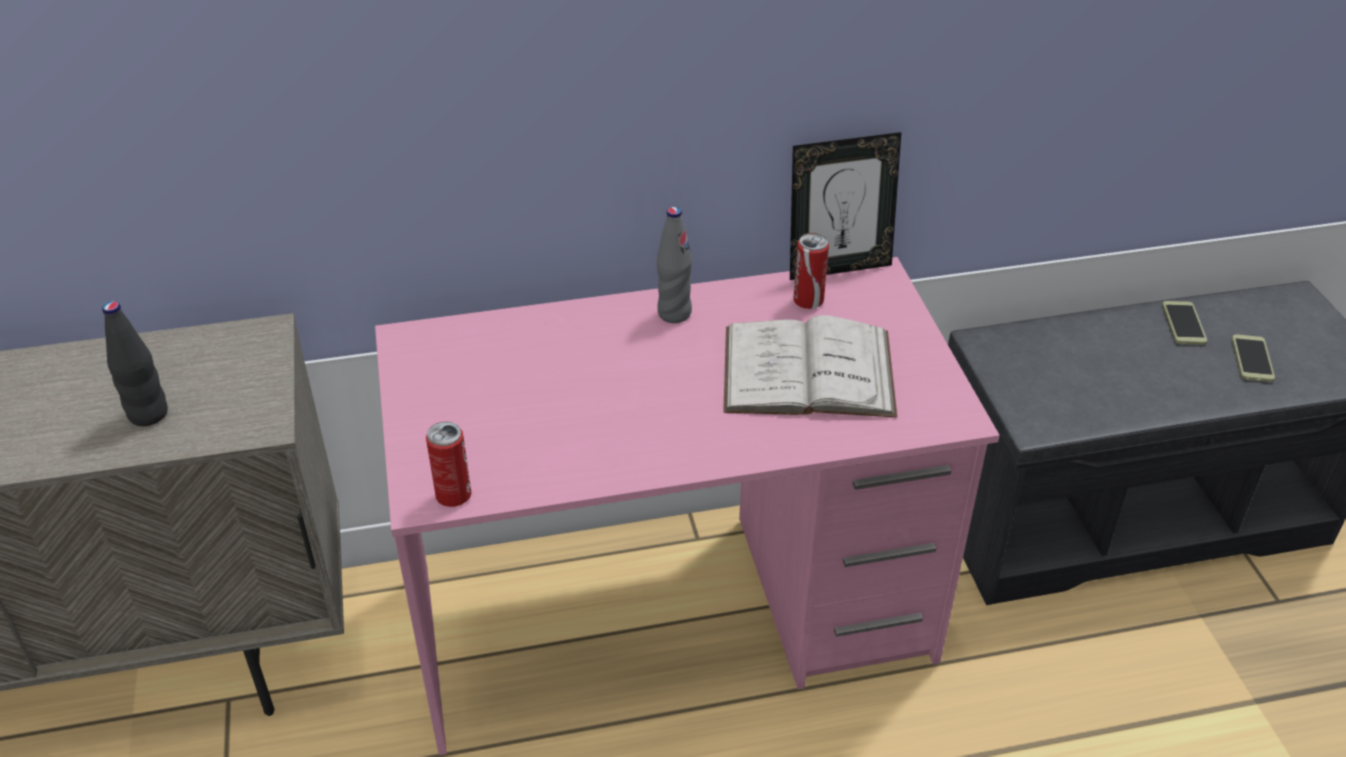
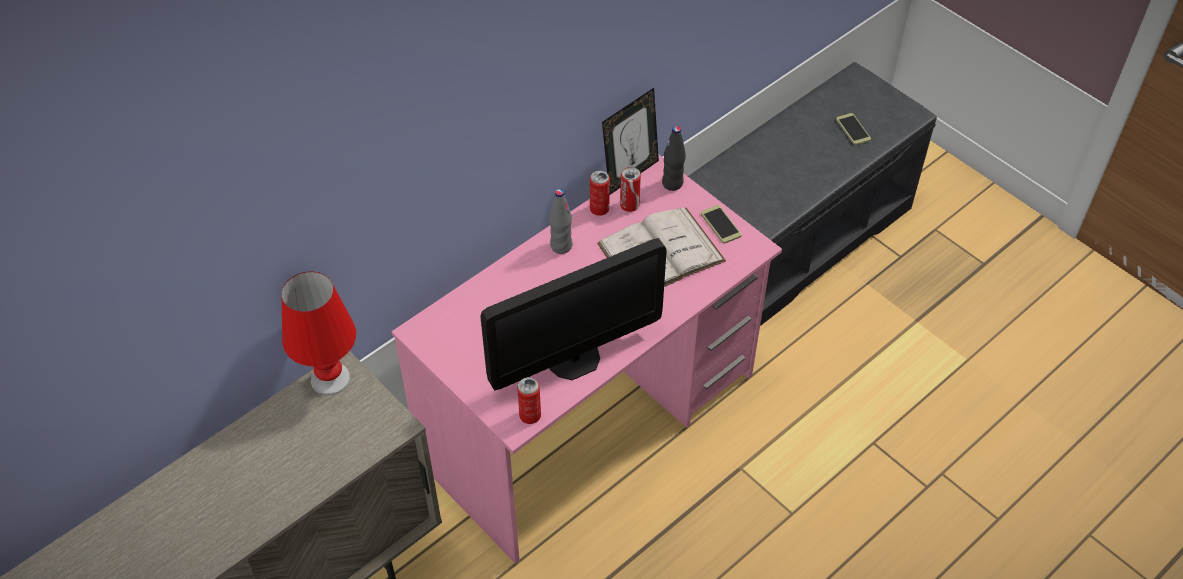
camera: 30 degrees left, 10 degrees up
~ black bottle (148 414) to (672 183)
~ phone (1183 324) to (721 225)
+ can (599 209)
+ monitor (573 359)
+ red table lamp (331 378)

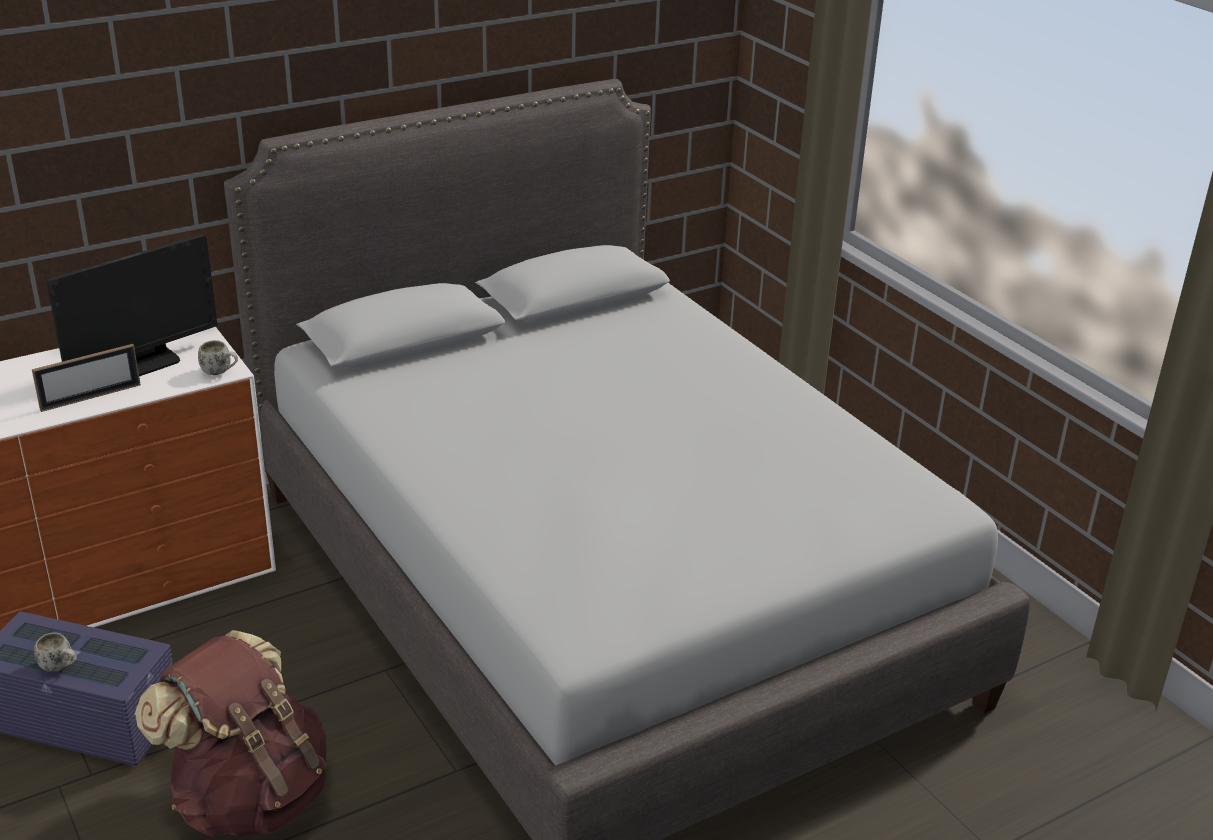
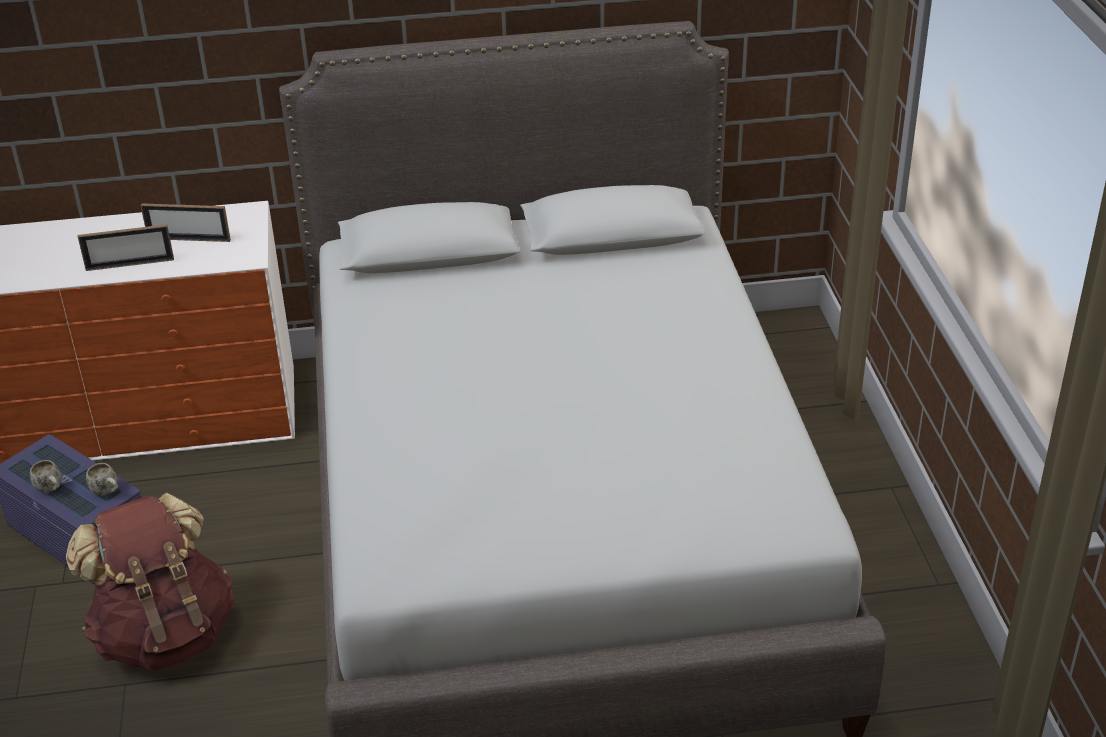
camera: 25 degrees right, 5 degrees up
~ monitor (143 363) to picture frame (189 239)
~ white mug (220 372) to (107 492)

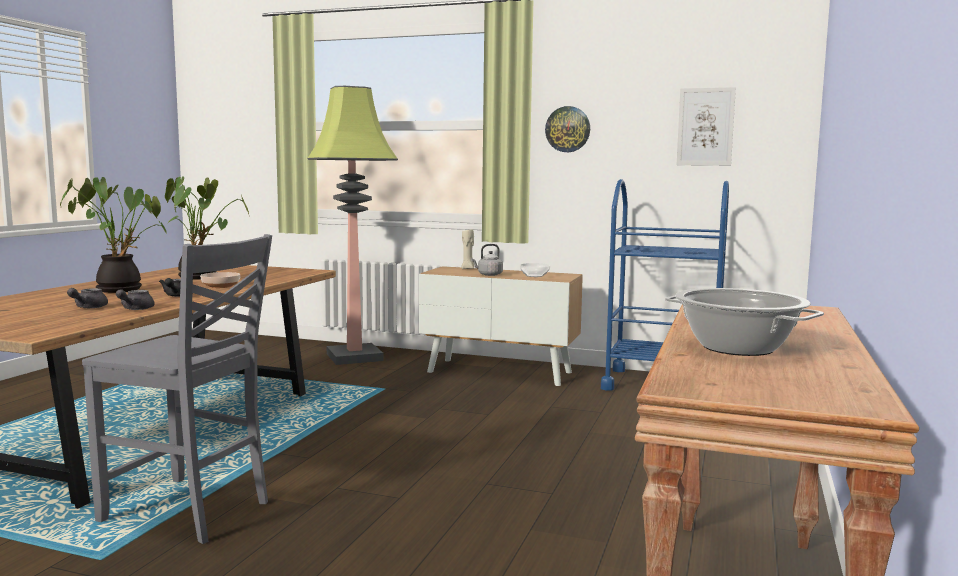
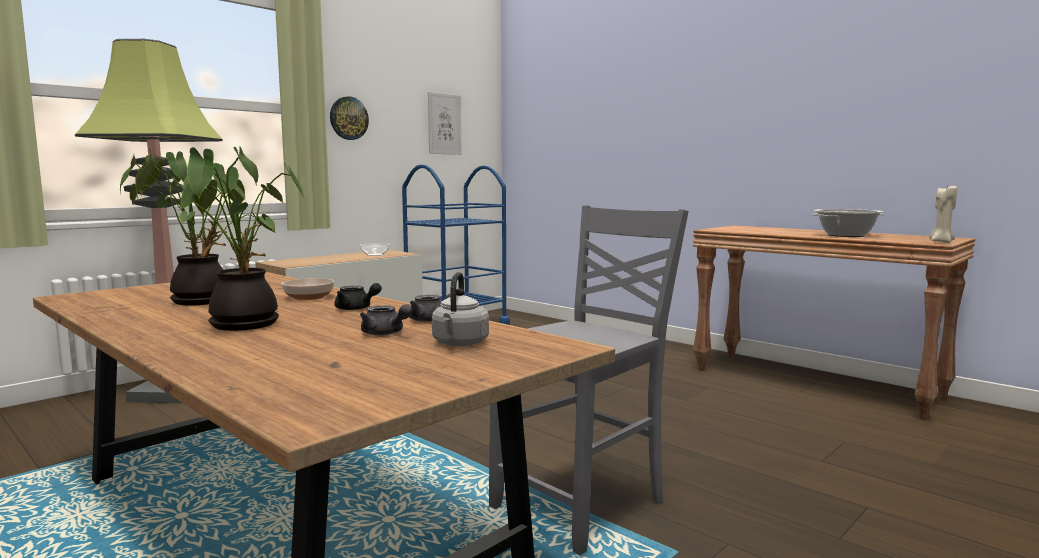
camera: 65 degrees left, 0 degrees up
~ beige candle (468 268) to (941 242)
~ grey kettle (488 275) to (459 344)

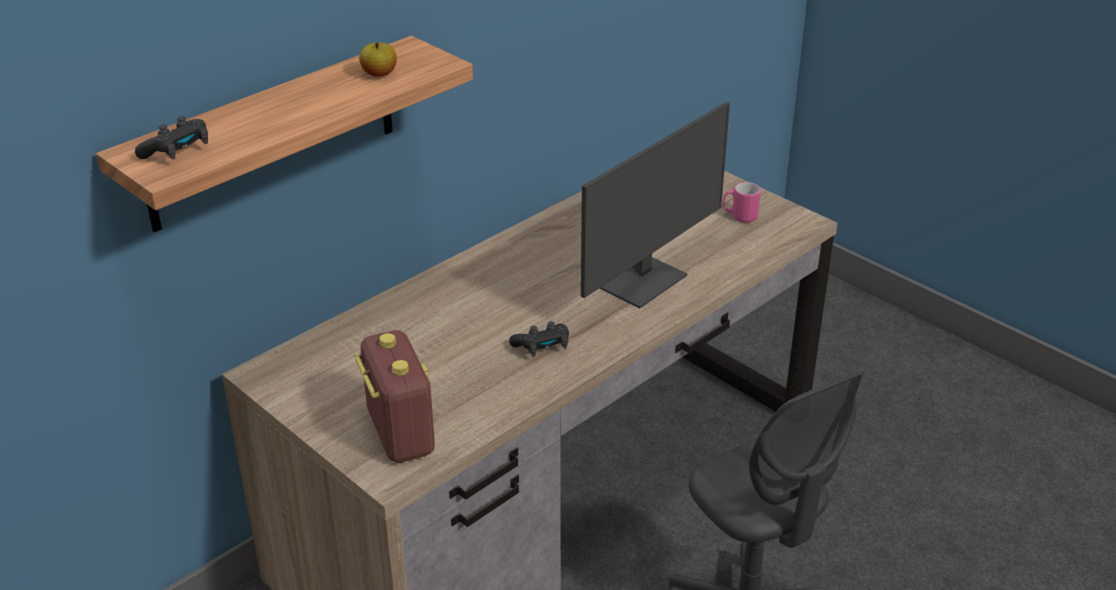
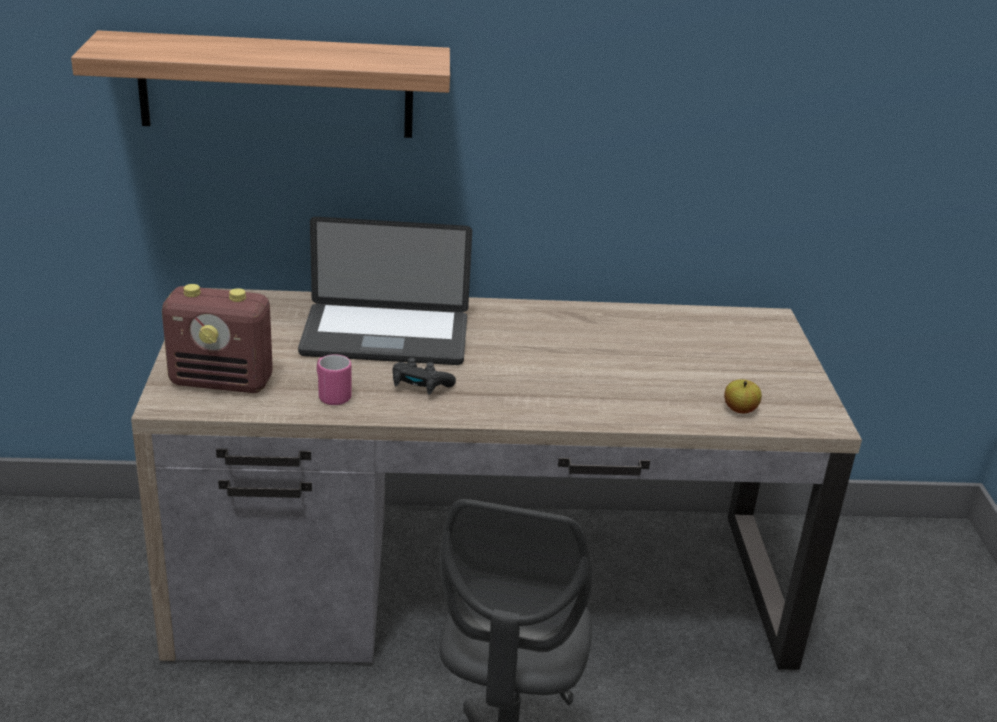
camera: 40 degrees right, 5 degrees down
~ apple (379 74) to (740 410)
- monitor (642 281)
- black game controller (177 152)
~ pink mug (739 216) to (331 395)
~ radio (400 433) = (223 382) 75 degrees clockwise
+ laptop (385 337)

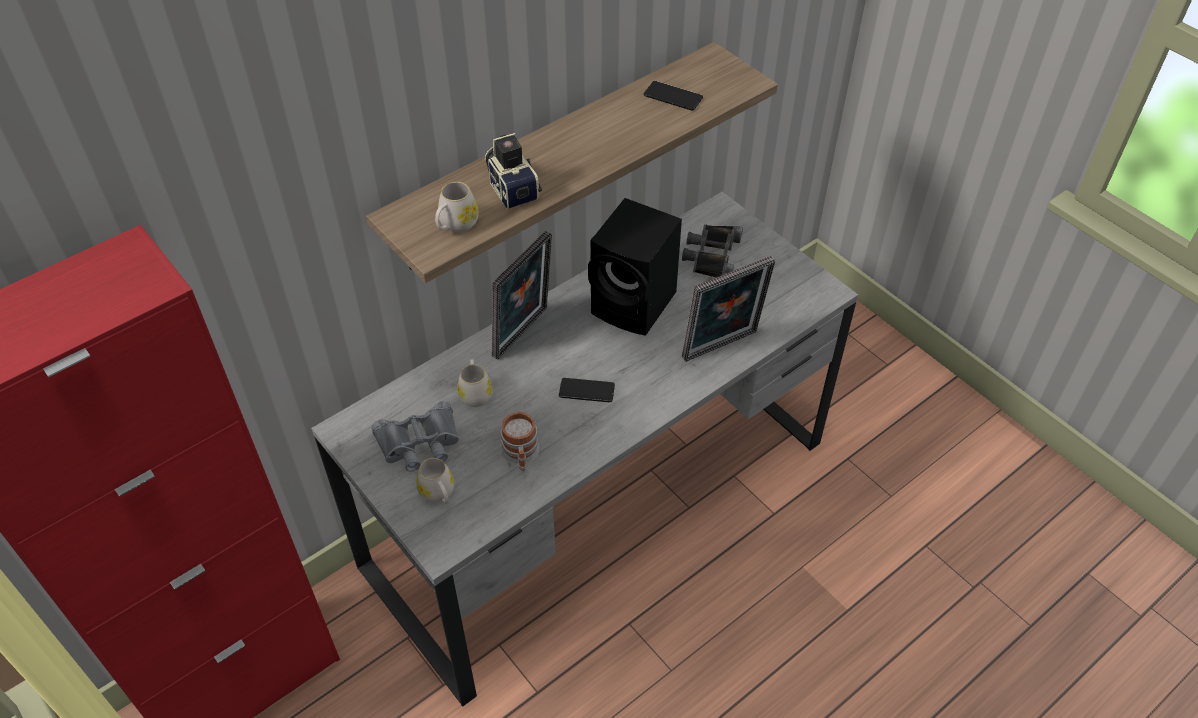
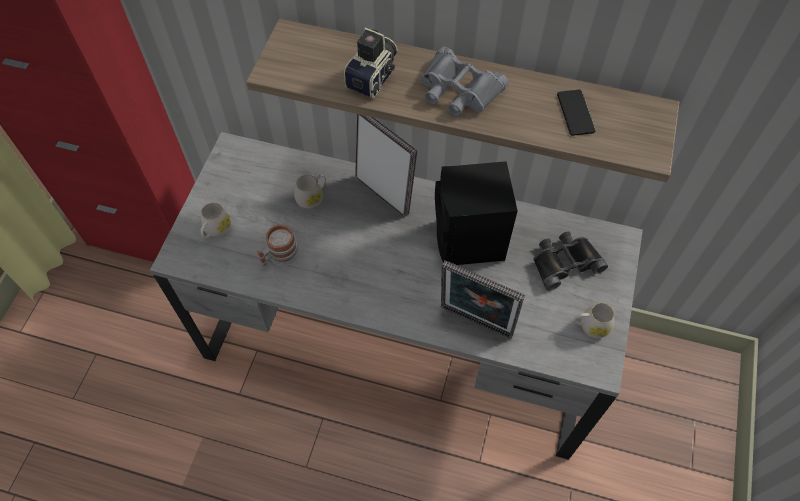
camera: 55 degrees right, 10 degrees up
~ white mug (455 225) to (590 326)
~ picture frame (524 334) = (385 192) 135 degrees counterclockwise
- phone (586 391)
~ grey binoculars (419 443) to (458 90)

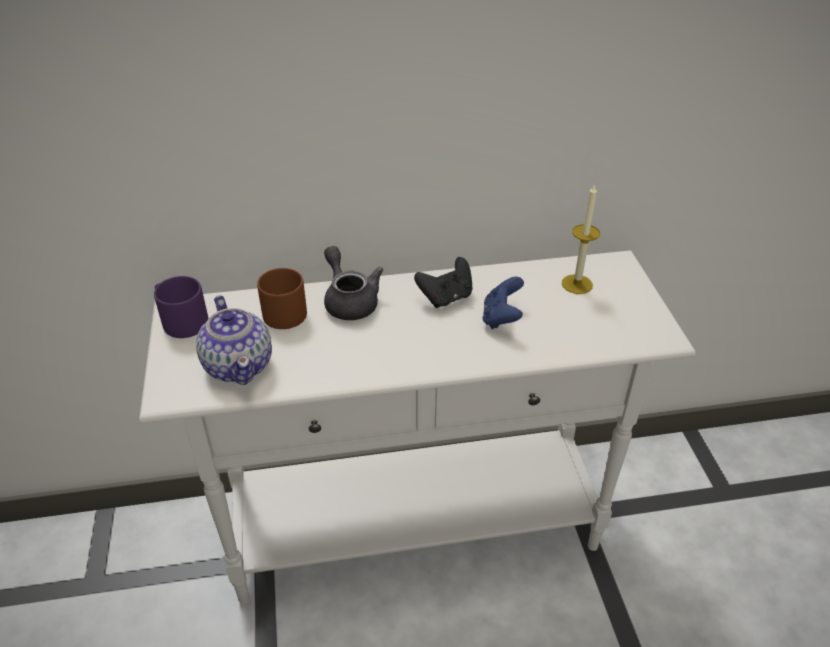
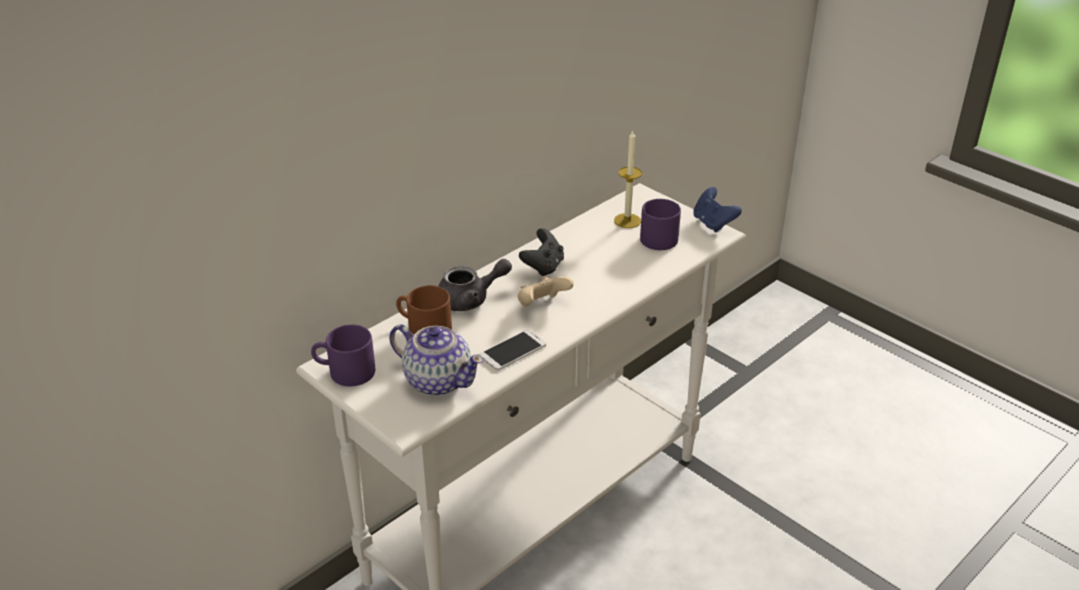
camera: 35 degrees left, 5 degrees down
~ grey teapot (349 300) = (470 299) 135 degrees clockwise
~ blue game controller (501 318) to (713 223)
+ purple mug (662 236)
+ beige game controller (542 305)
+ phone (512 350)

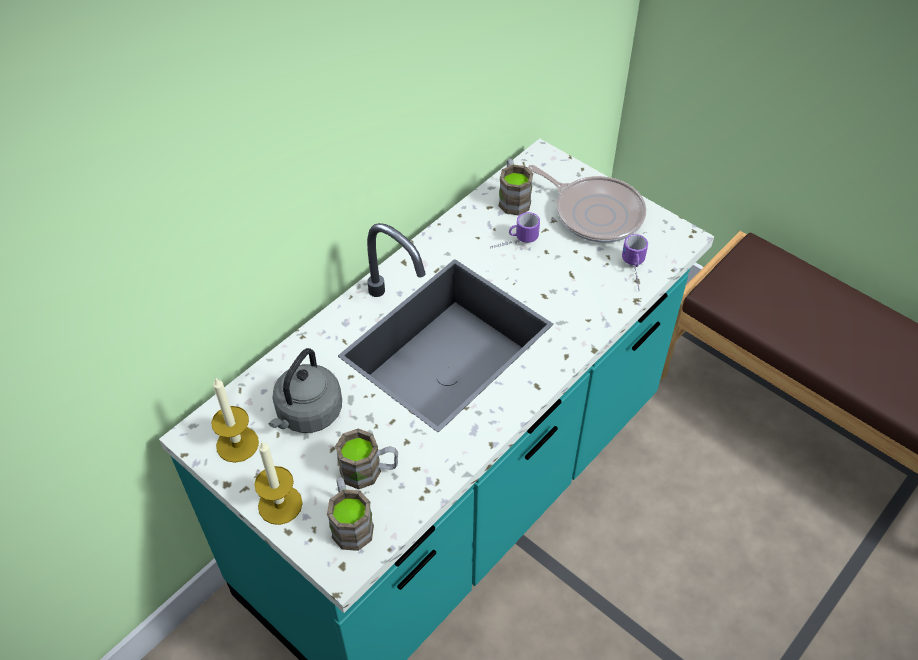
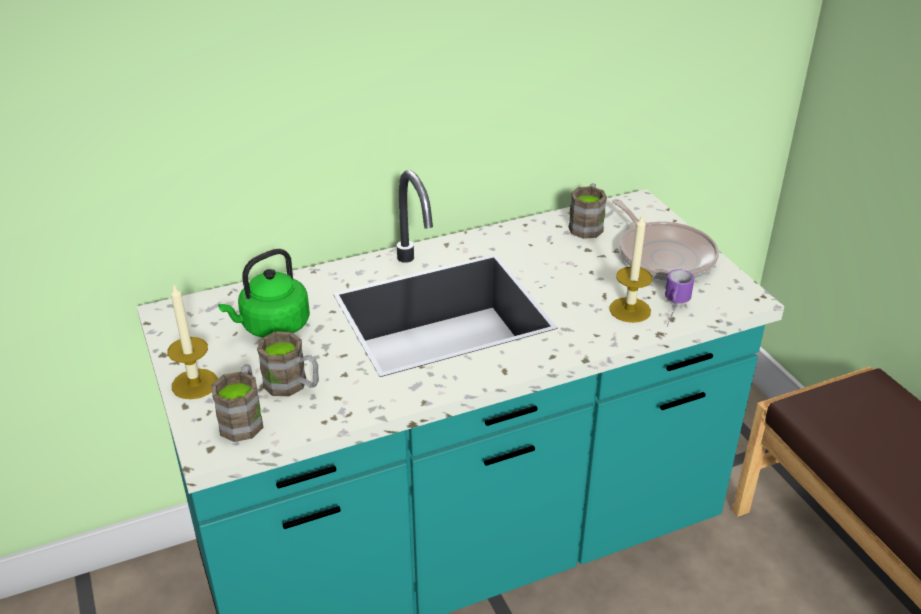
camera: 25 degrees right, 15 degrees down
- mug (513 243)
~ grey kettle (307 414) to green kettle (272 327)
~ candle (237 444) to (630 310)

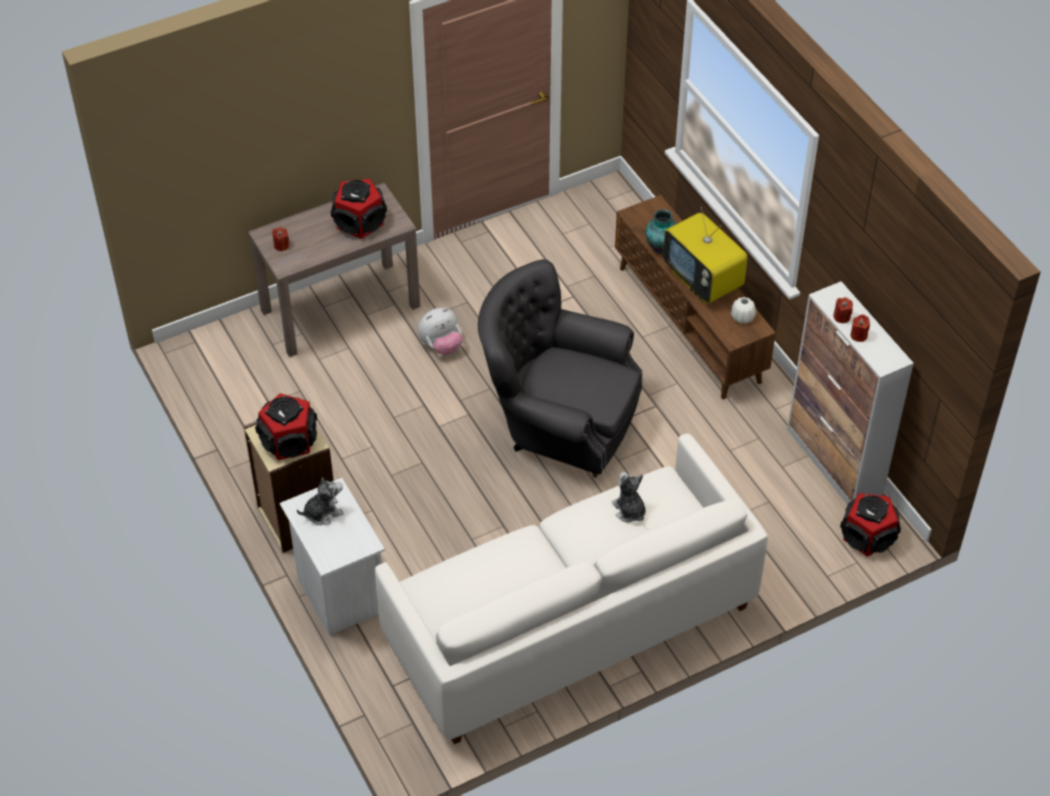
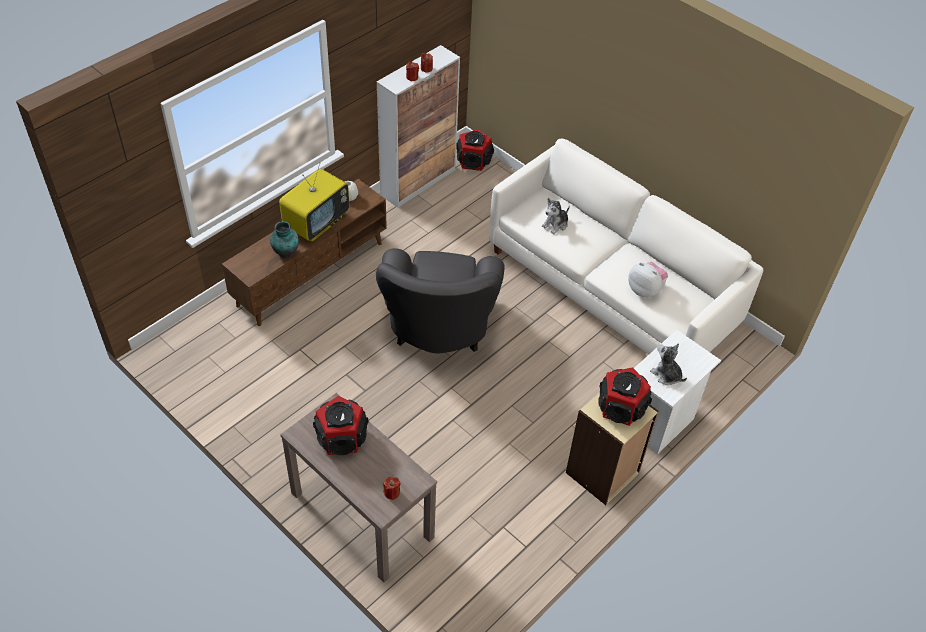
camera: 110 degrees left, 0 degrees up
~ plush toy (441 346) to (645 290)

